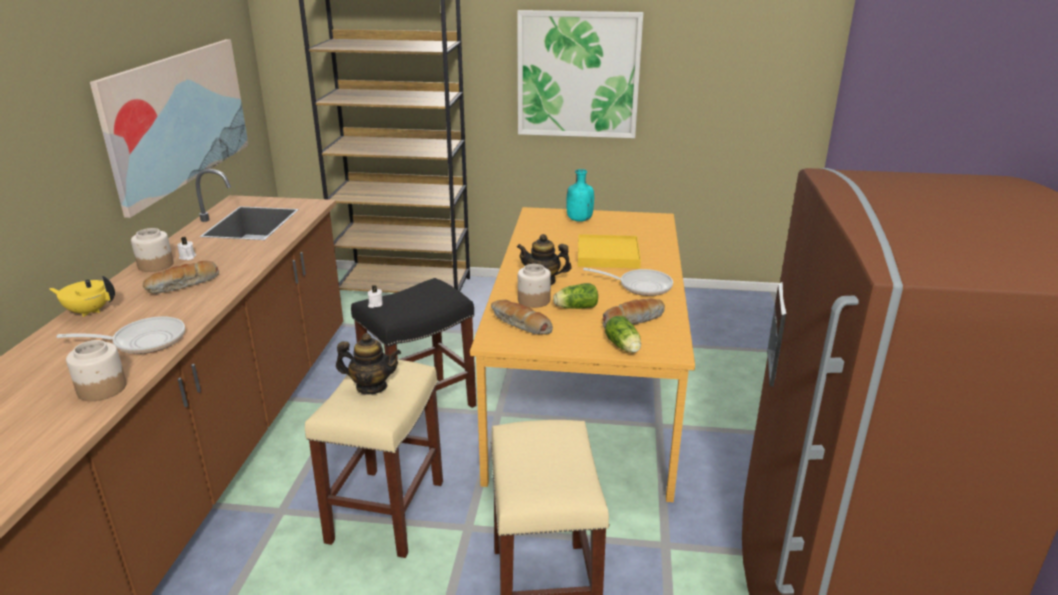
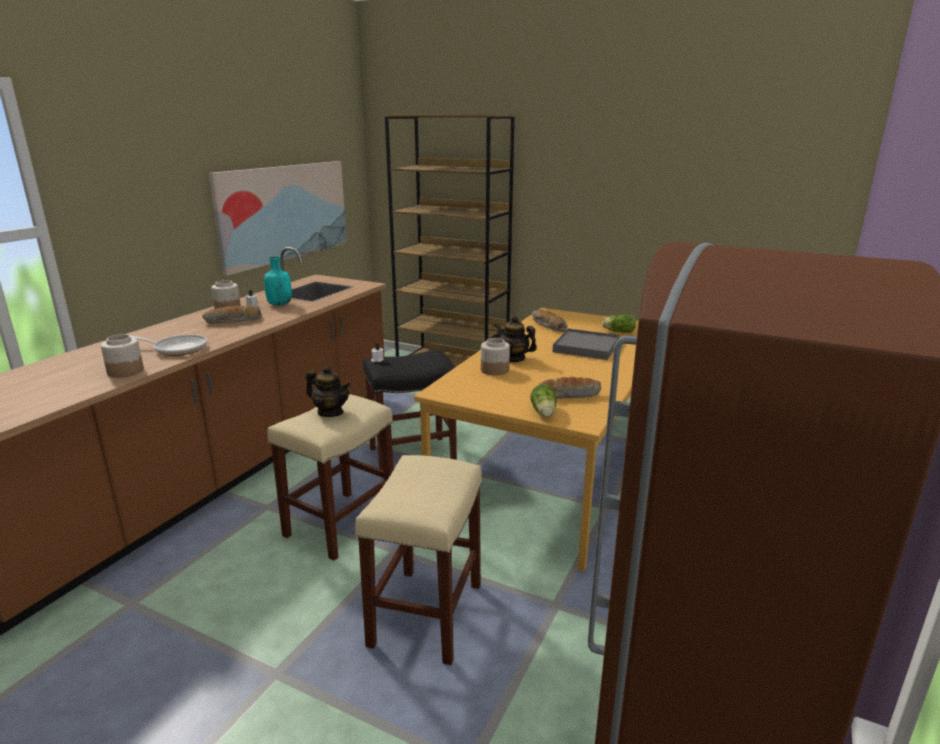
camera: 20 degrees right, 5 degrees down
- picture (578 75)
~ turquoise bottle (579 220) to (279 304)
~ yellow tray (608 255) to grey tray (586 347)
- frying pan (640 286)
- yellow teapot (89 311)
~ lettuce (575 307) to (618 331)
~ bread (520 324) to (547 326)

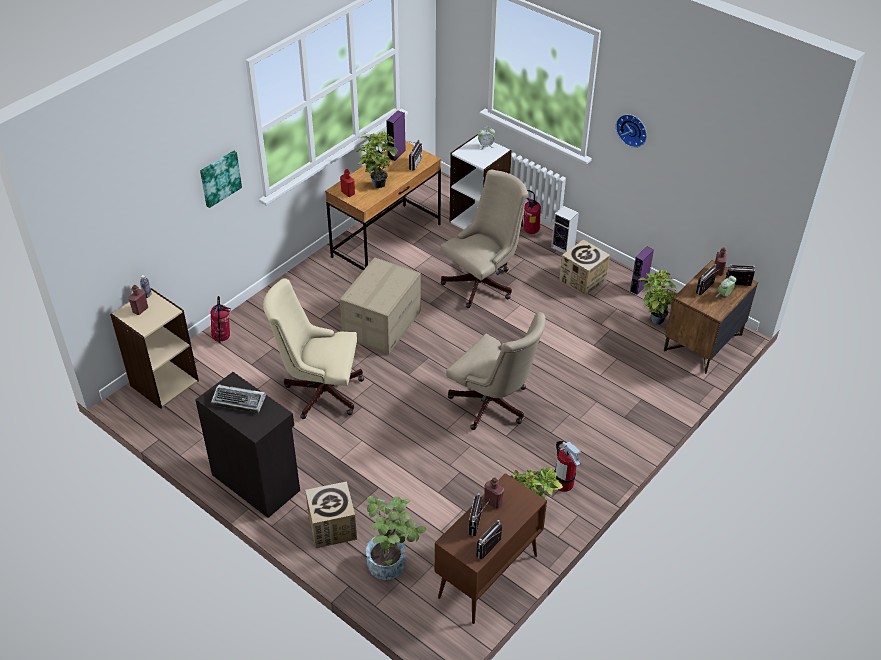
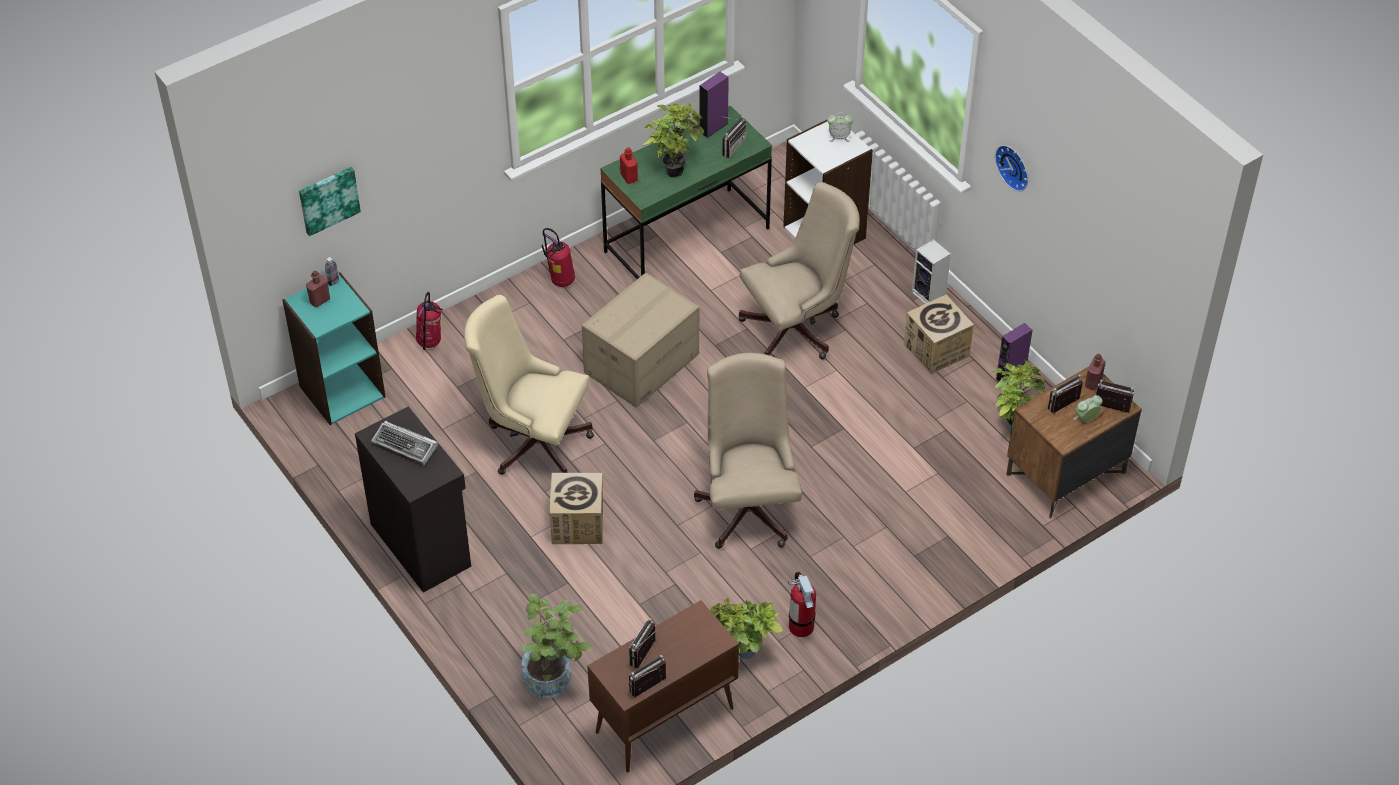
camera: 15 degrees right, 5 degrees up
~ brown desk (386 240) to green desk (687 240)
~ picture (219 178) to (328 199)
~ fire extinguisher (529 231) to (560 282)
~ beige bookcase (164 383) to turquoise bookcase (342 391)
~ beige office chair (493 406) = (749 505) 150 degrees counterclockwise
- red bottle (493 502)
~ cardboard box (332 527) to (578 523)

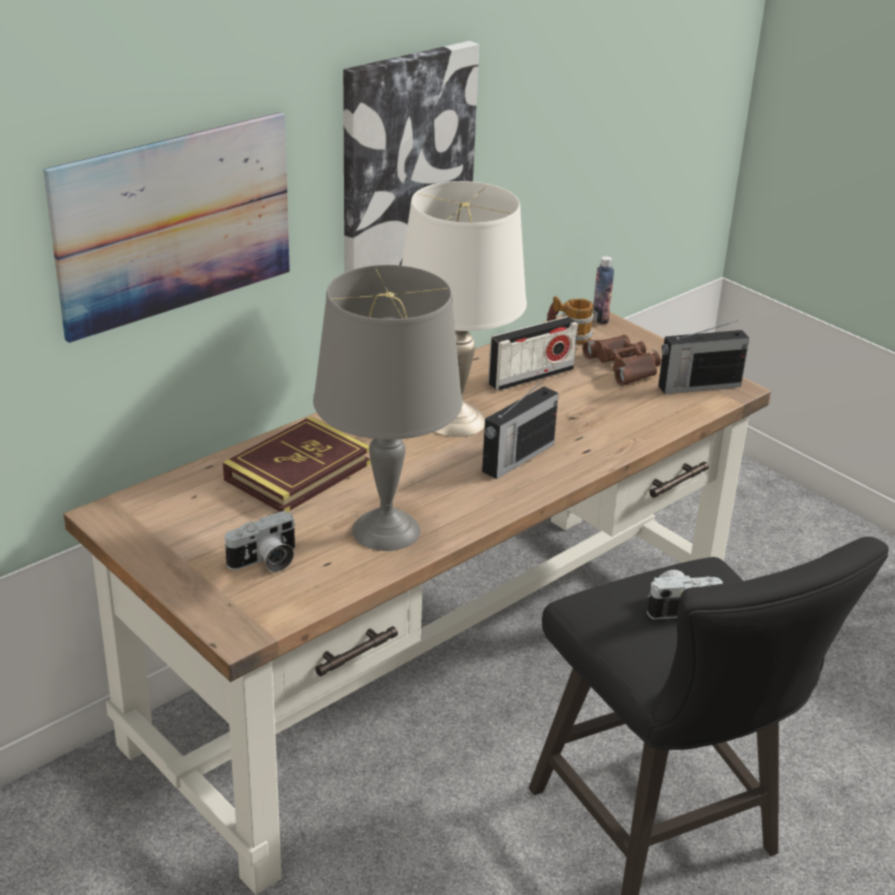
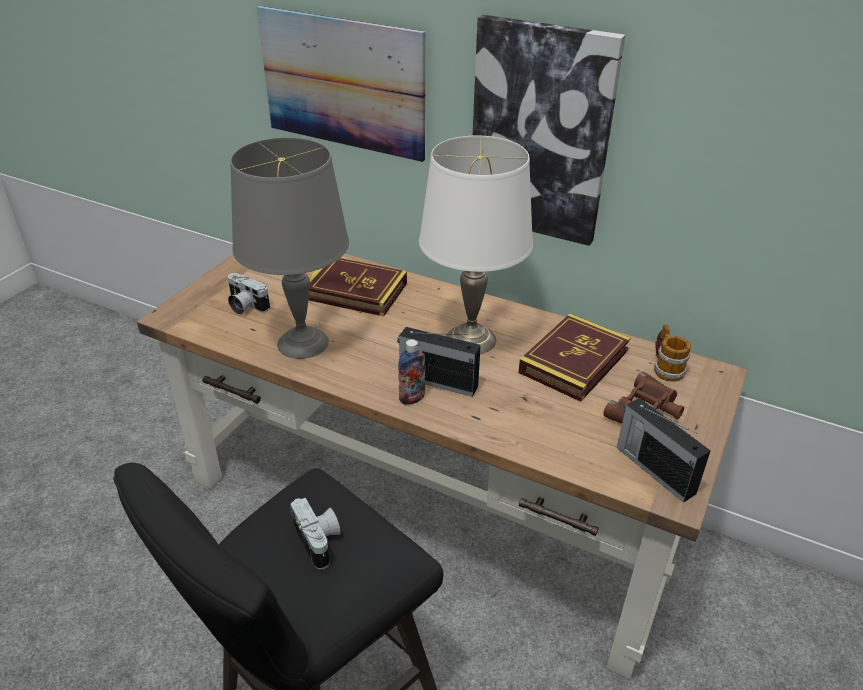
camera: 70 degrees right, 5 degrees up
~ bottle (600 318) to (412 398)
~ radio (531 376) to book (574 361)

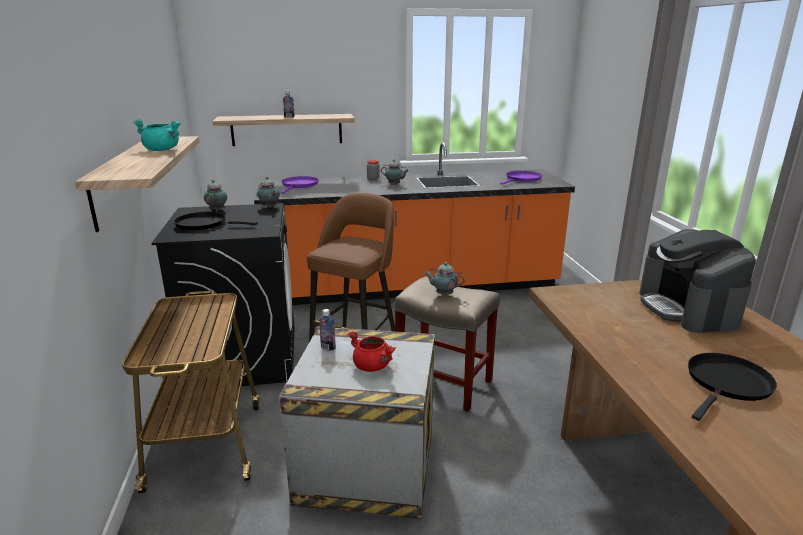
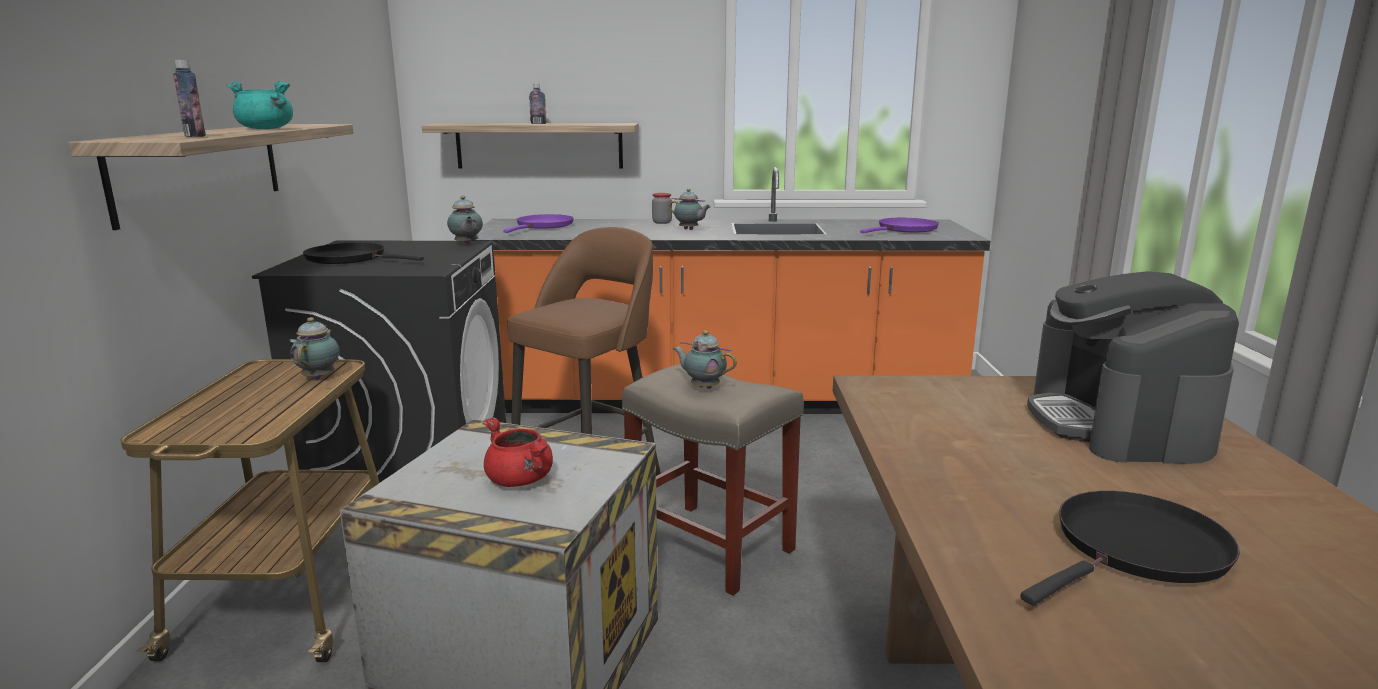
camera: 10 degrees right, 5 degrees down
~ teapot (217 210) to (320 377)
~ bottle (328 347) to (195 136)

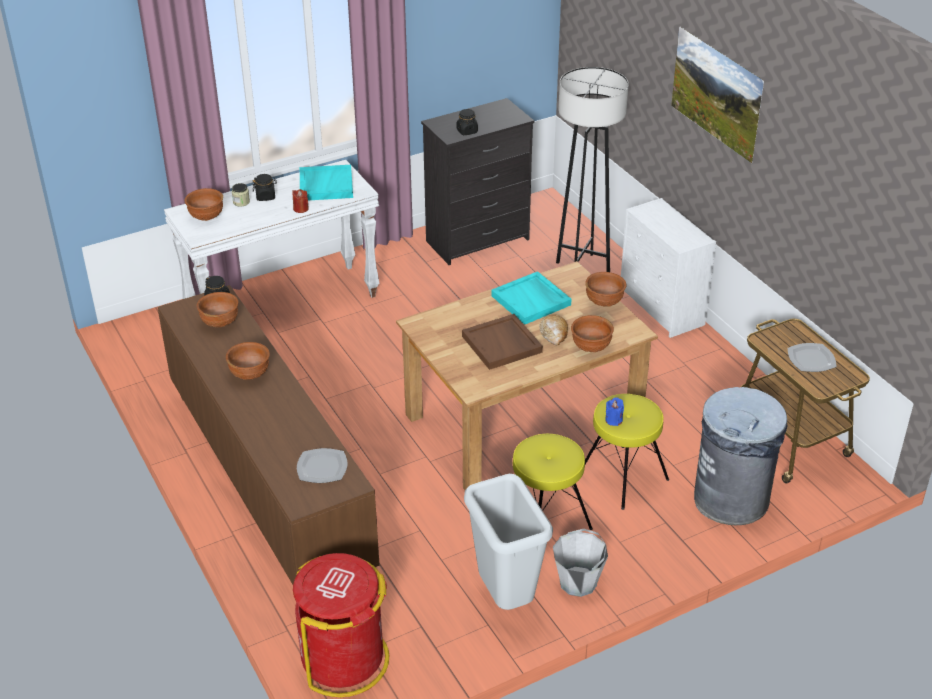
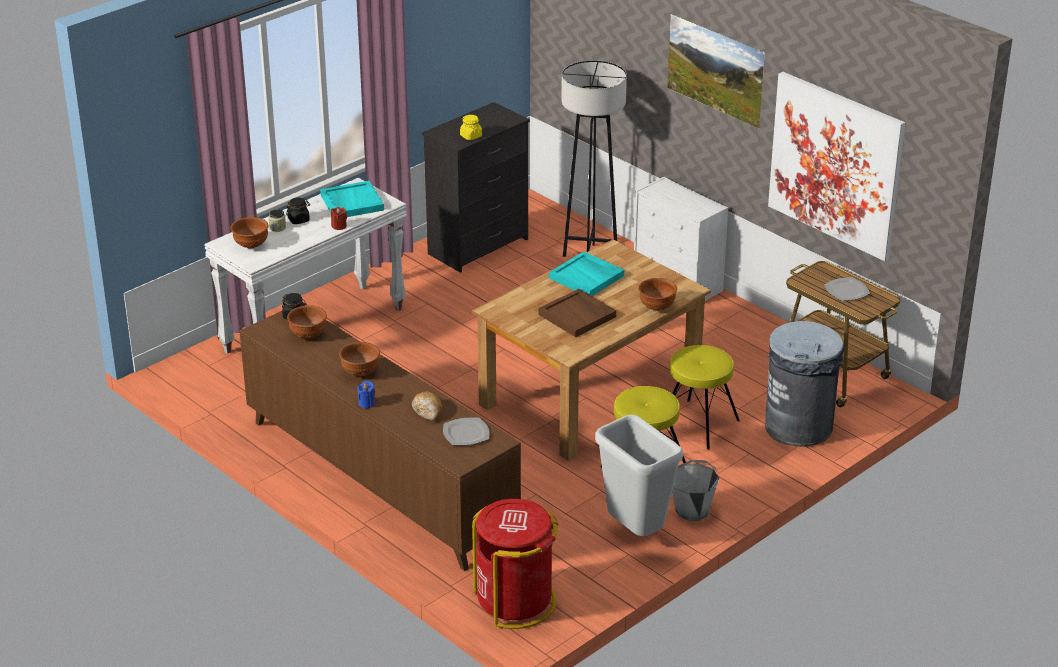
camera: 15 degrees left, 5 degrees down
~ black jar (467 131) to yellow jar (470 136)
- brown bowl (604 302)
~ bread (554 334) to (428 411)
~ blue candle (613 420) to (367 403)
+ picture (836 164)

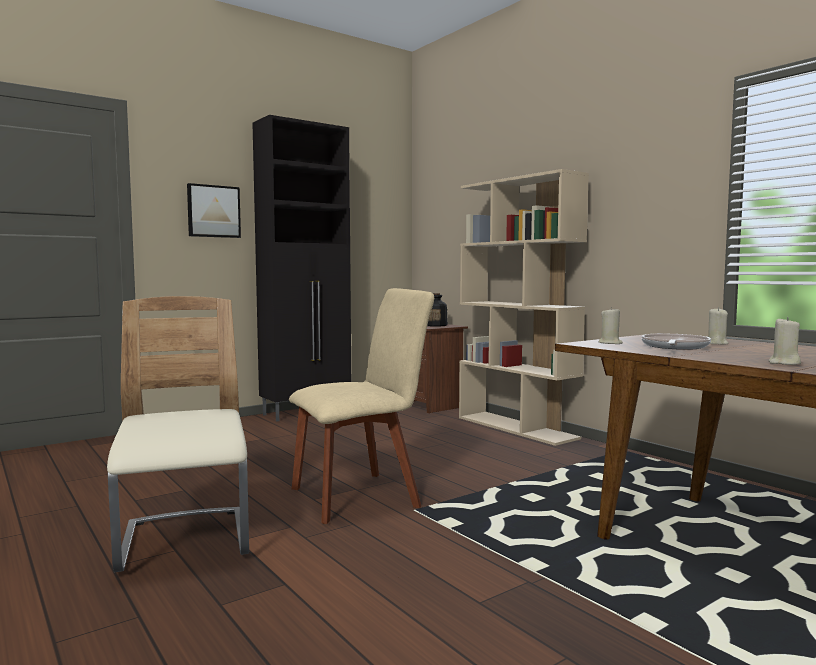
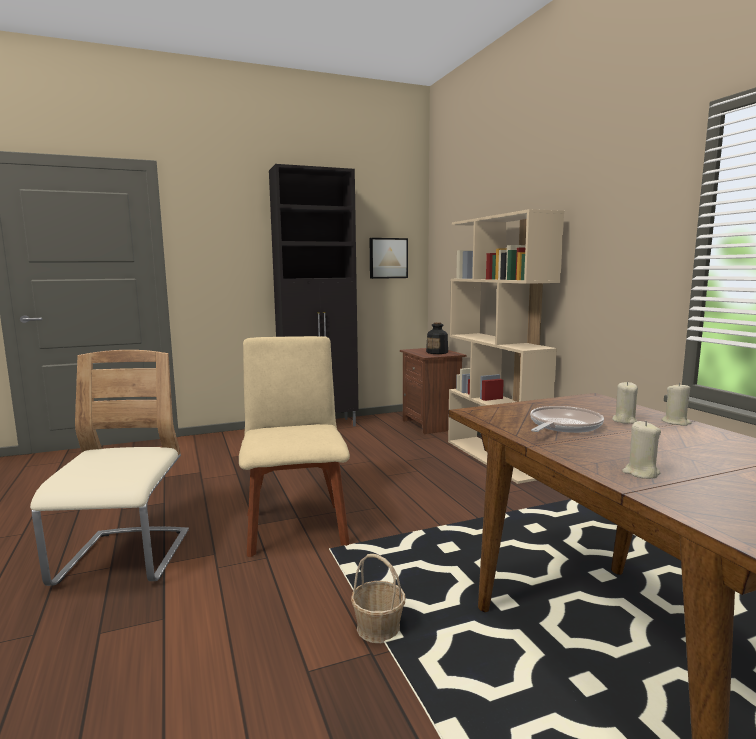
camera: 15 degrees right, 5 degrees up
~ picture (213 211) to (388 258)
~ beige chair (360 496) = (296 526) 90 degrees counterclockwise
~ beige candle (610 343) to (676 422)
+ basket (378 628)

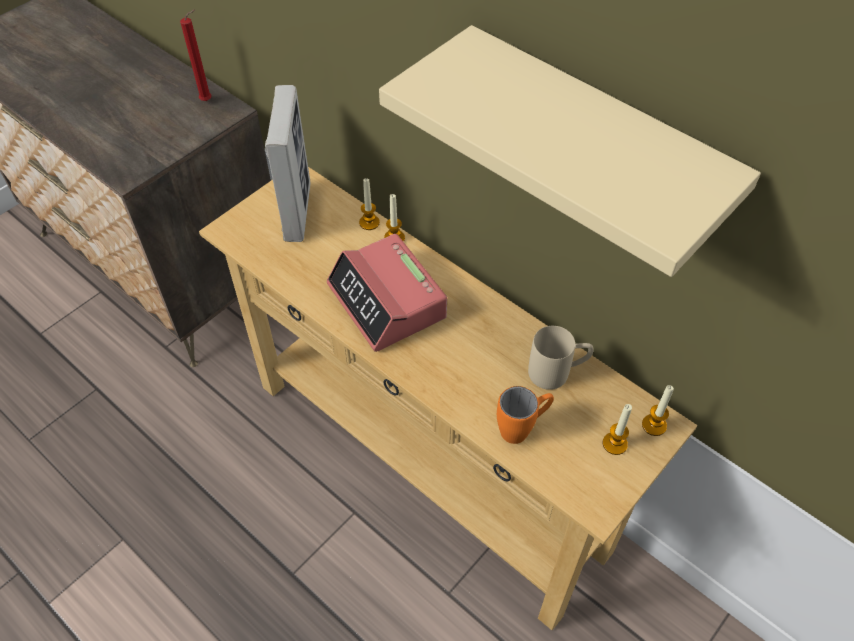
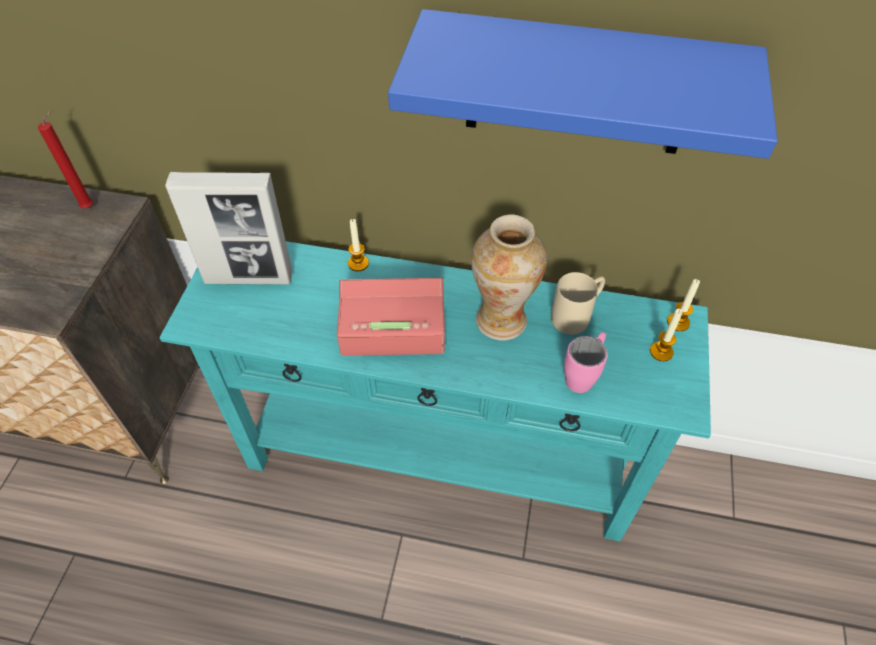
camera: 30 degrees left, 0 degrees up
~ beige shelf (594 145) to blue shelf (578 86)
~ picture frame (297 212) = (249 277) 120 degrees clockwise
~ beige console table (428 464) to turquoise console table (438 459)
- candle (369 222)
~ alarm clock (387 302) = (392 322) 150 degrees clockwise
~ orange mug (522 428) to pink mug (583 375)
+ vase (501 320)

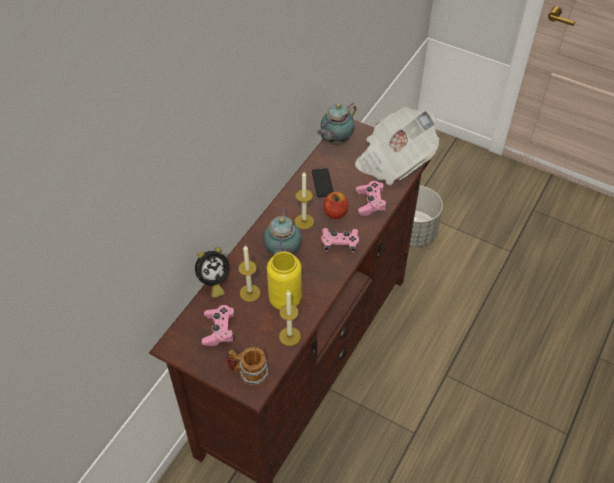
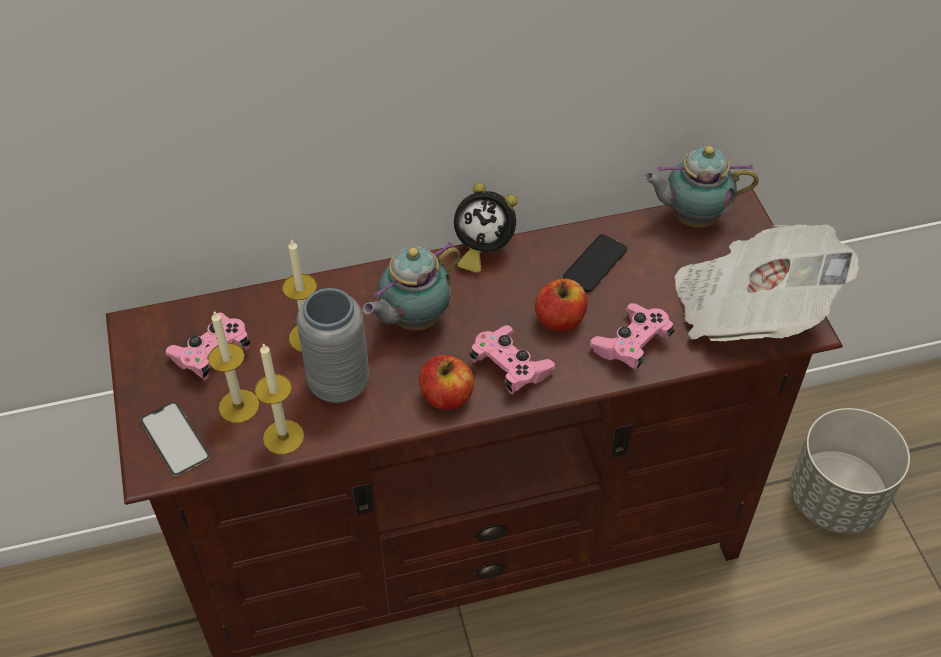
camera: 45 degrees right, 0 degrees up
~ candle (304 221) to (239 406)
~ alarm clock (213 282) to (482 250)
~ yellow vase (285 300) to grey vase (339 384)
~ mug (248 373) to phone (175 439)
+ apple (446 396)

